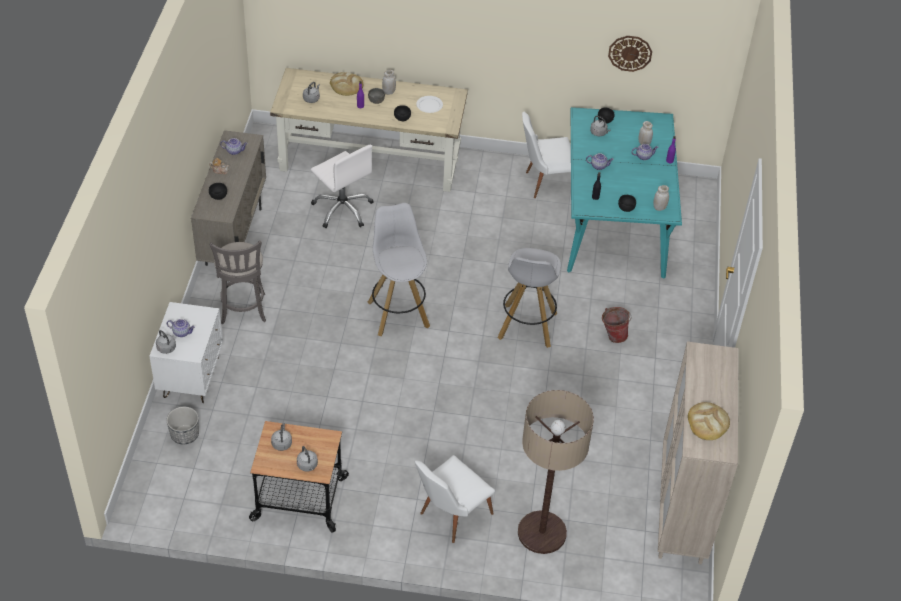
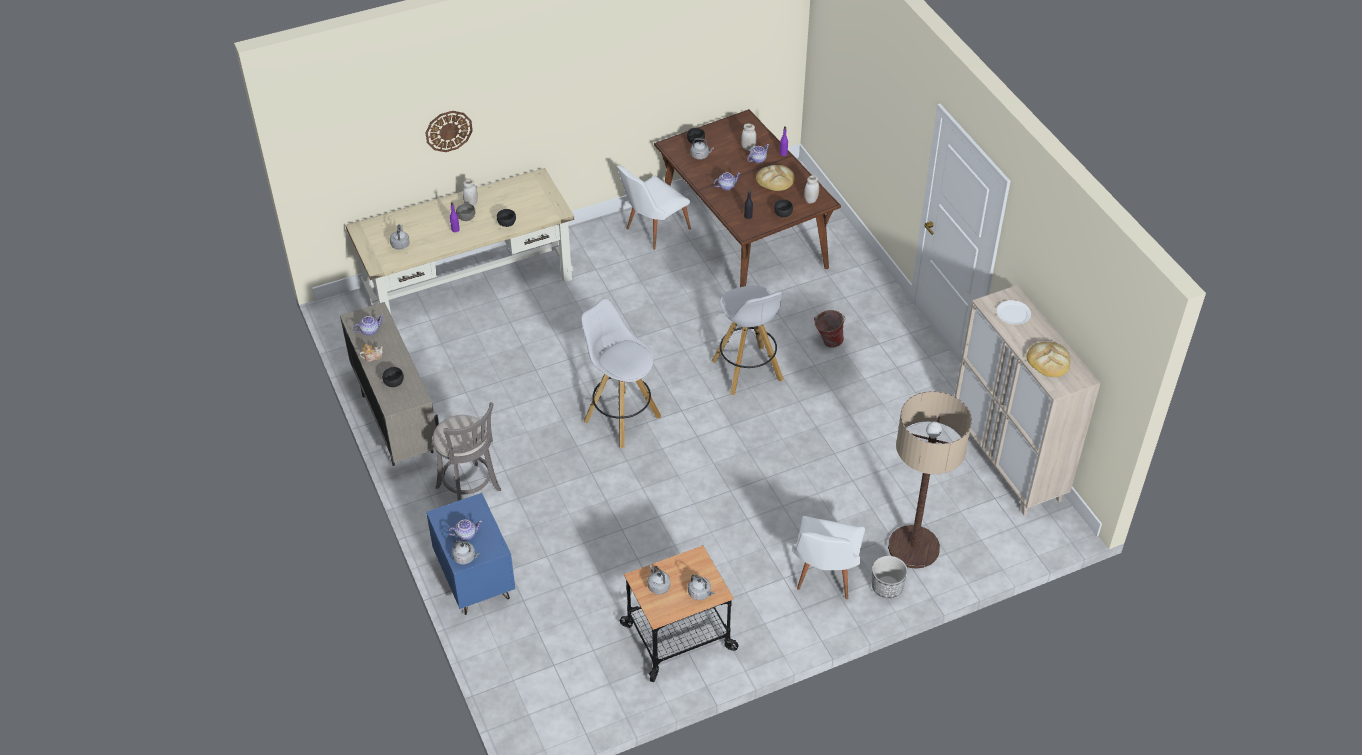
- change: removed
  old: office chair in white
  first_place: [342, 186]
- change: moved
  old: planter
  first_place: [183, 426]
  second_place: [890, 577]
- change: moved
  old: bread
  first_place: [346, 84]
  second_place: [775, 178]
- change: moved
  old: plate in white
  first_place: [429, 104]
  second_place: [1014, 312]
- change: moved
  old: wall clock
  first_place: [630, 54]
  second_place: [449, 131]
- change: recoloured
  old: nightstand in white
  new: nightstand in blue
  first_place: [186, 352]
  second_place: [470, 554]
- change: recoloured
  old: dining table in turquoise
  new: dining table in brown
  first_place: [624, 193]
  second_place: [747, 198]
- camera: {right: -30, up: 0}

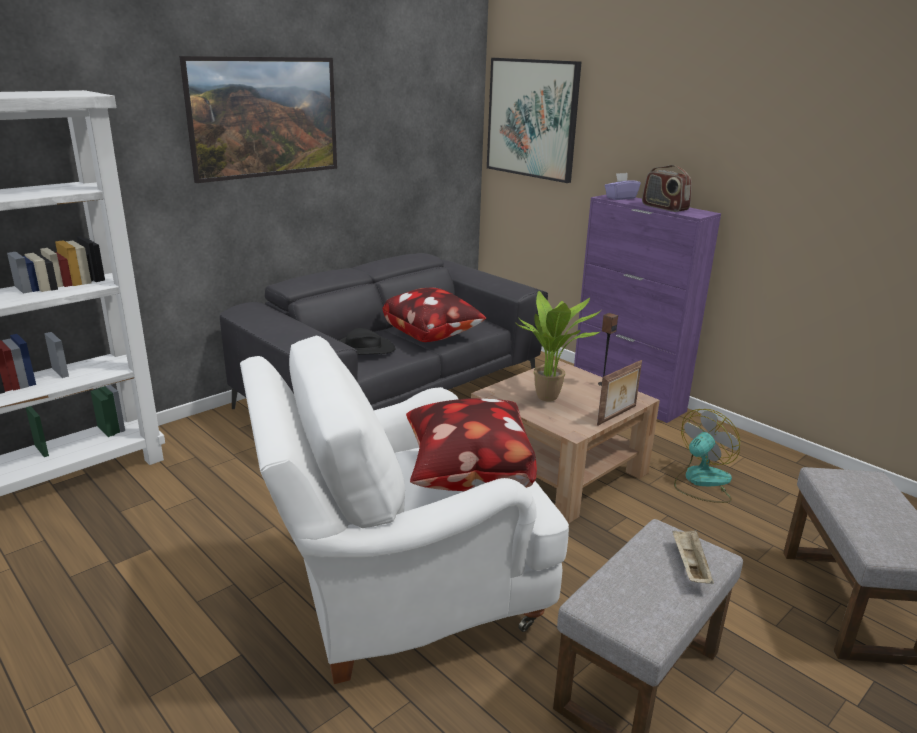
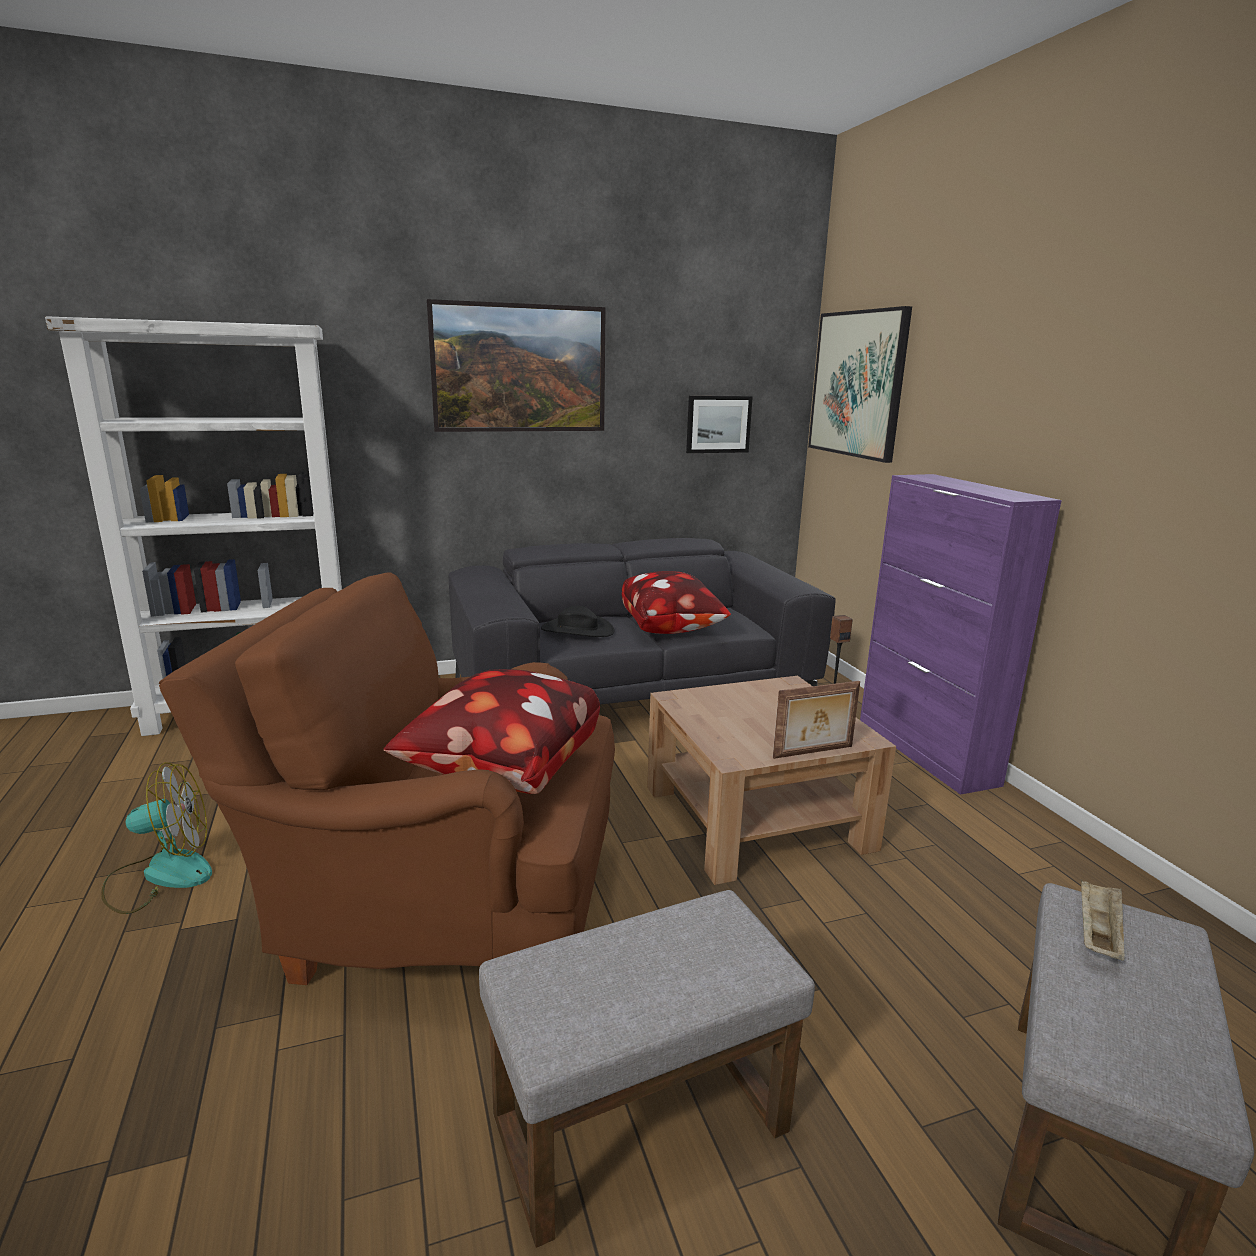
- change: removed
  old: potted plant
  first_place: [558, 346]
- change: removed
  old: tissue box in purple
  first_place: [623, 186]
- change: removed
  old: radio
  first_place: [667, 188]
- change: added
  new: picture
  second_place: [719, 424]
- change: moved
  old: tray in beige
  first_place: [693, 557]
  second_place: [1103, 920]
- change: moved
  old: fan
  first_place: [707, 456]
  second_place: [156, 838]
- change: recoloured
  old: armchair in white
  new: armchair in brown
  first_place: [404, 510]
  second_place: [386, 778]
- camera: {right: 25, up: -5}

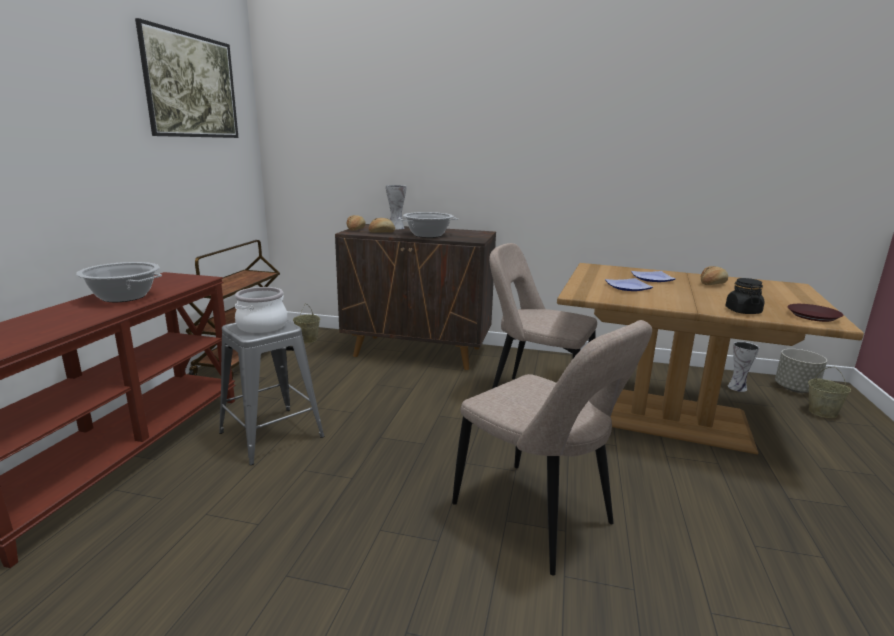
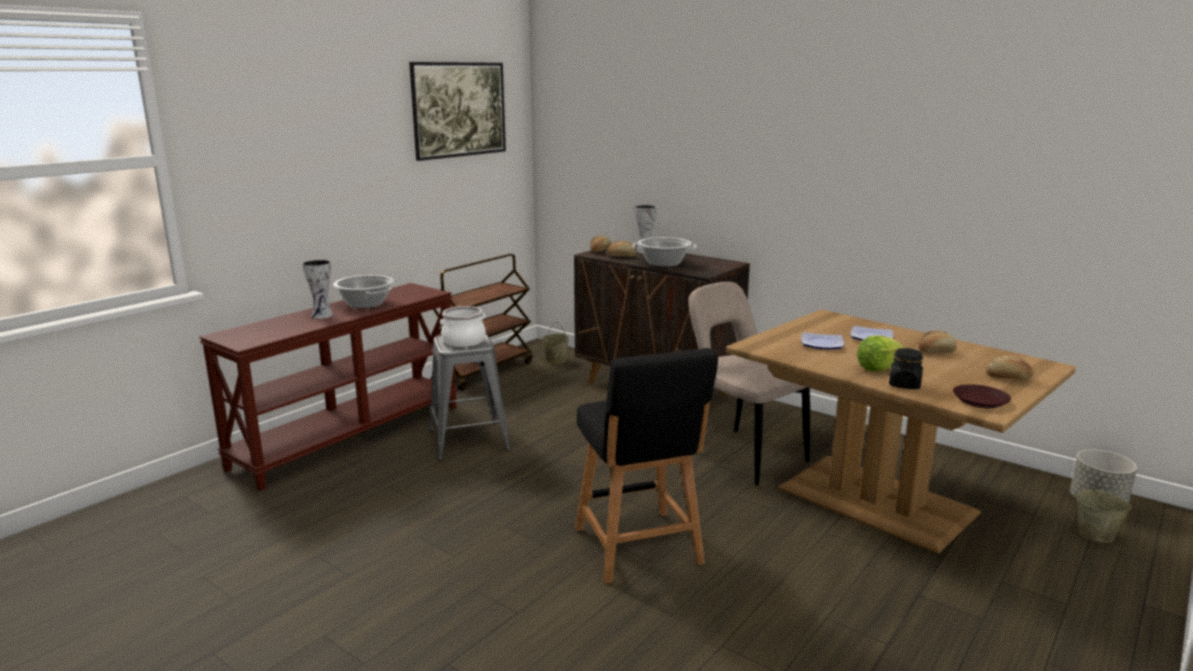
- change: added
  new: lettuce
  second_place: [880, 353]
- change: added
  new: bread
  second_place: [1010, 367]
- change: moved
  old: vase
  first_place: [743, 366]
  second_place: [318, 289]
- change: replaced
  old: chair in beige
  new: stool in black
  first_place: [552, 448]
  second_place: [646, 466]
- camera: {right: 25, up: 0}

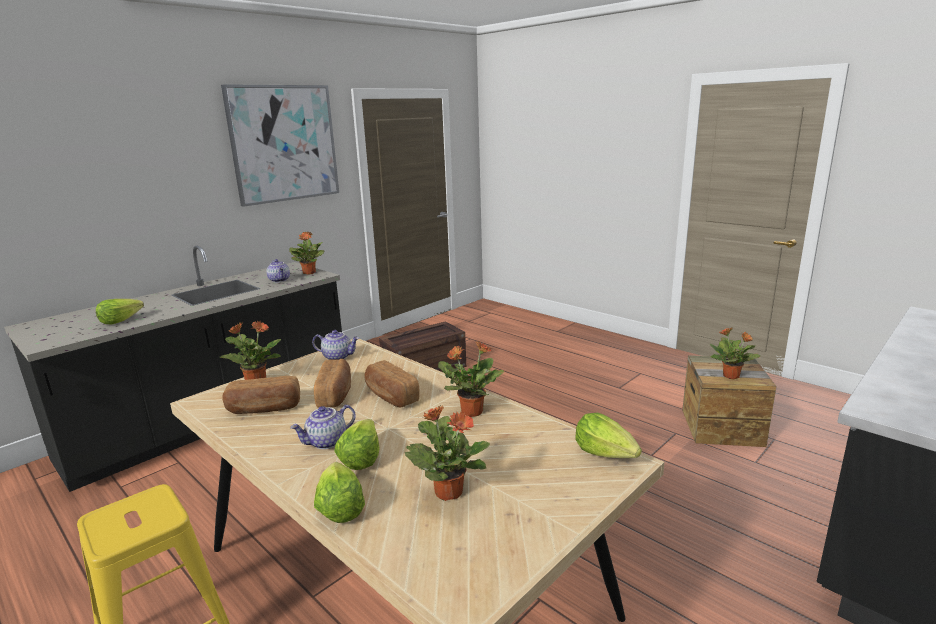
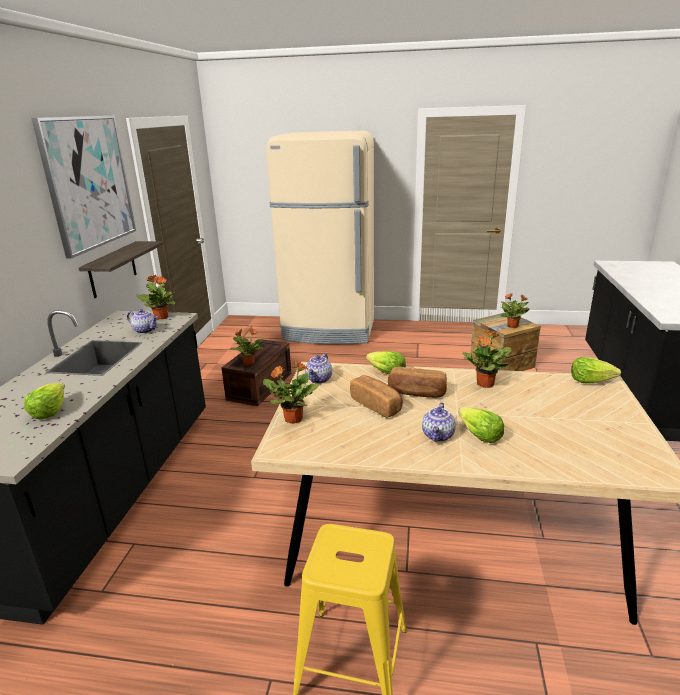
- change: removed
  old: bread
  first_place: [261, 395]
- change: added
  new: shelf
  second_place: [121, 269]
- change: added
  new: fridge in beige
  second_place: [320, 237]
- change: moved
  old: lettuce
  first_place: [339, 492]
  second_place: [386, 362]
- change: moved
  old: potted plant
  first_place: [447, 453]
  second_place: [246, 347]
- change: turned
  old: teapot
  first_place: [335, 345]
  second_place: [318, 368]
  degrees: 135
- camera: {right: -35, up: 5}

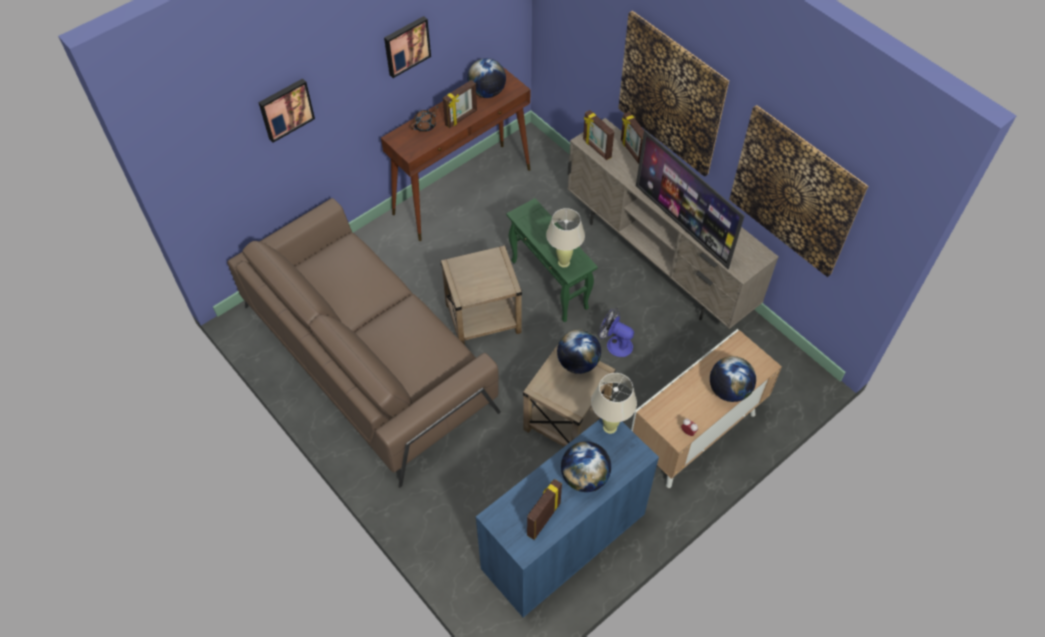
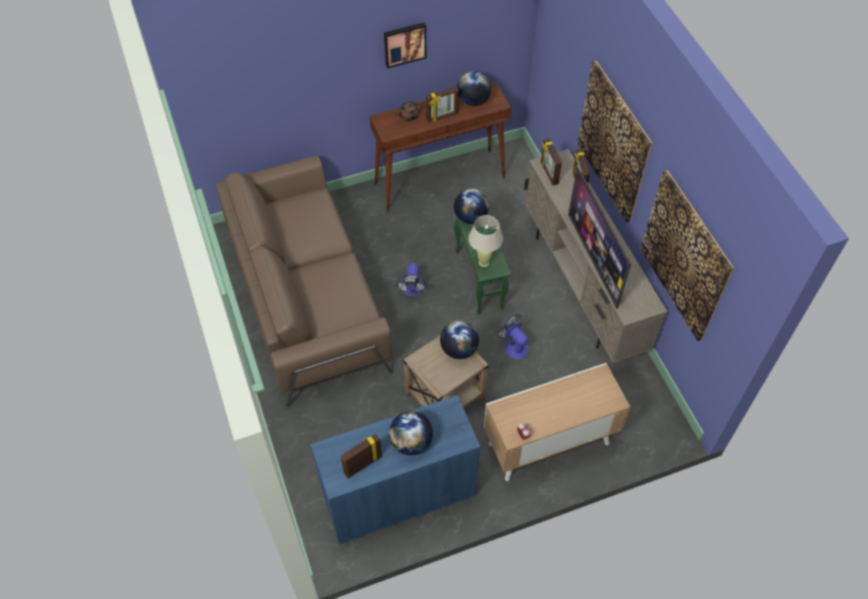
- change: removed
  old: picture
  first_place: [286, 110]
- change: removed
  old: table lamp in beige
  first_place: [614, 403]
- change: moved
  old: globe
  first_place: [733, 379]
  second_place: [471, 206]
- change: replaced
  old: side table in beige
  new: fan
  first_place: [481, 295]
  second_place: [411, 280]
- camera: {right: 20, up: 0}

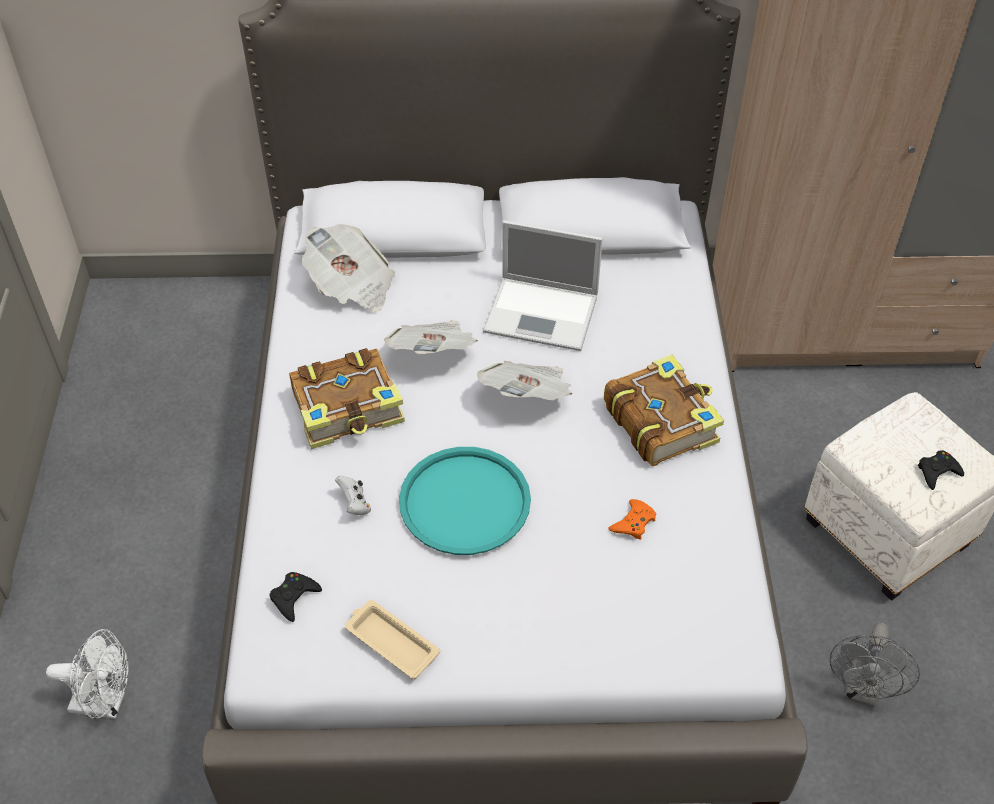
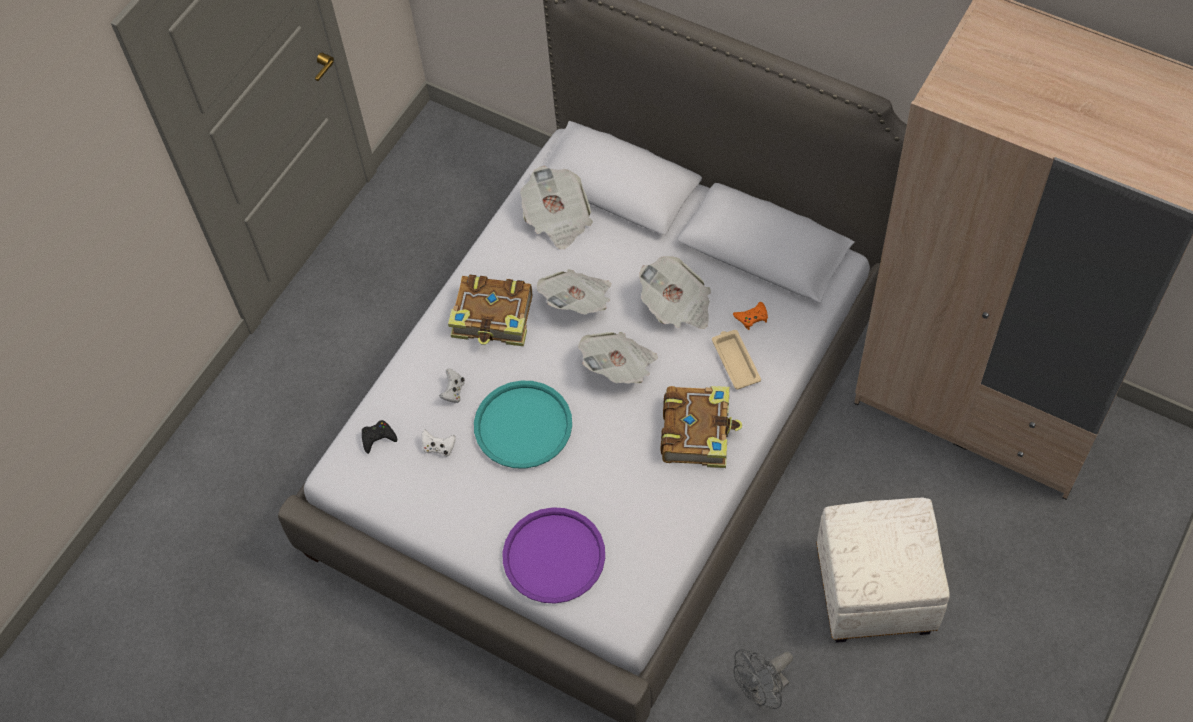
- change: removed
  old: fan in white
  first_place: [87, 674]
- change: removed
  old: game controller in black
  first_place: [941, 470]
- change: added
  new: game controller in white
  second_place: [439, 443]
- change: added
  new: tray in purple
  second_place: [554, 555]
- change: moved
  old: tray in beige
  first_place: [392, 639]
  second_place: [736, 360]
- change: moved
  old: game controller in orange
  first_place: [632, 519]
  second_place: [750, 316]
- change: replaced
  old: laptop
  new: newspaper
  first_place: [543, 285]
  second_place: [675, 292]
- camera: {right: 35, up: 10}

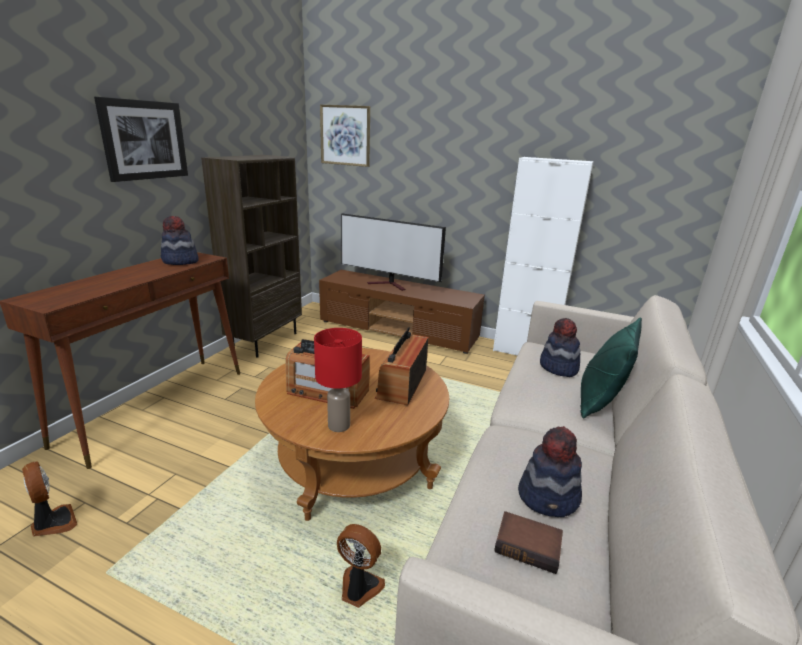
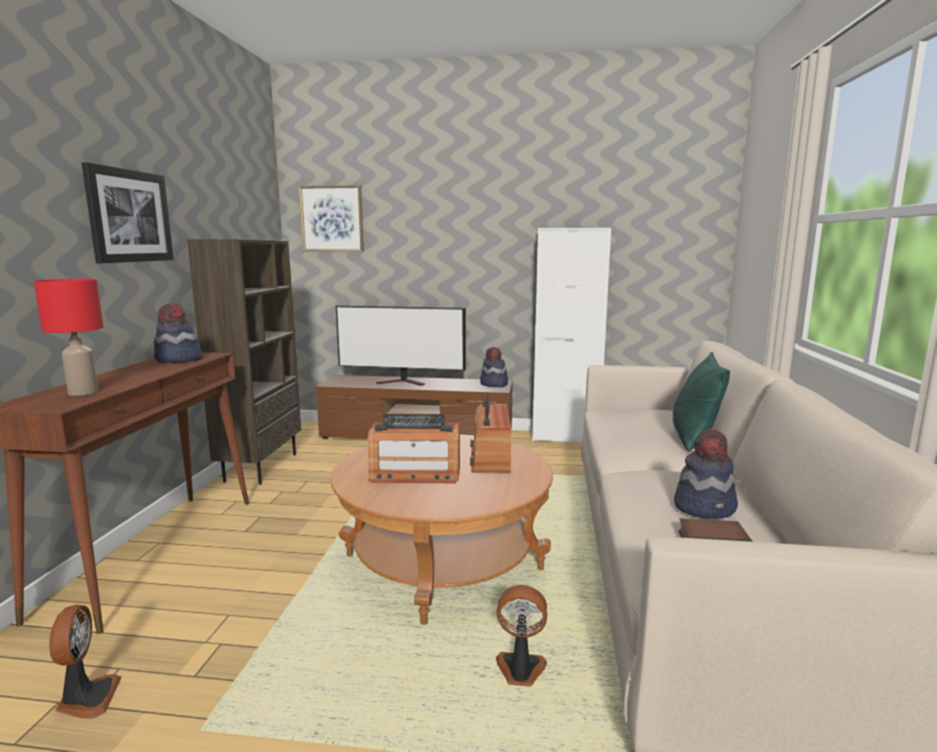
- change: moved
  old: table lamp in red
  first_place: [338, 380]
  second_place: [69, 337]
- change: moved
  old: hat
  first_place: [560, 347]
  second_place: [494, 367]
- change: turned
  old: fan
  first_place: [50, 498]
  second_place: [85, 662]
  degrees: 45
- camera: {right: -15, up: -10}

